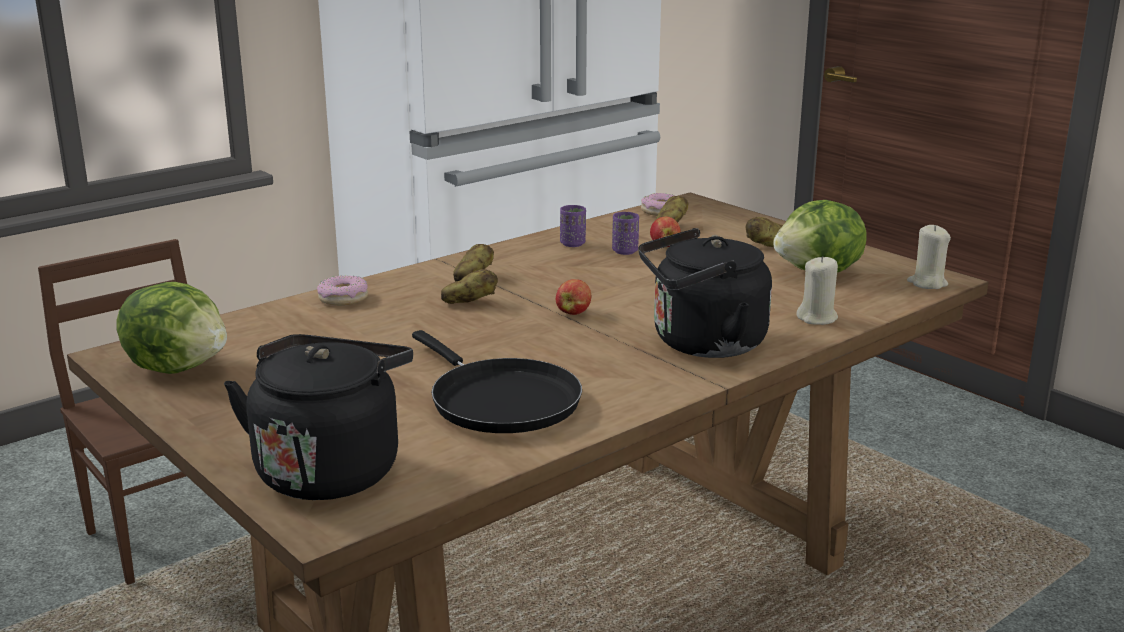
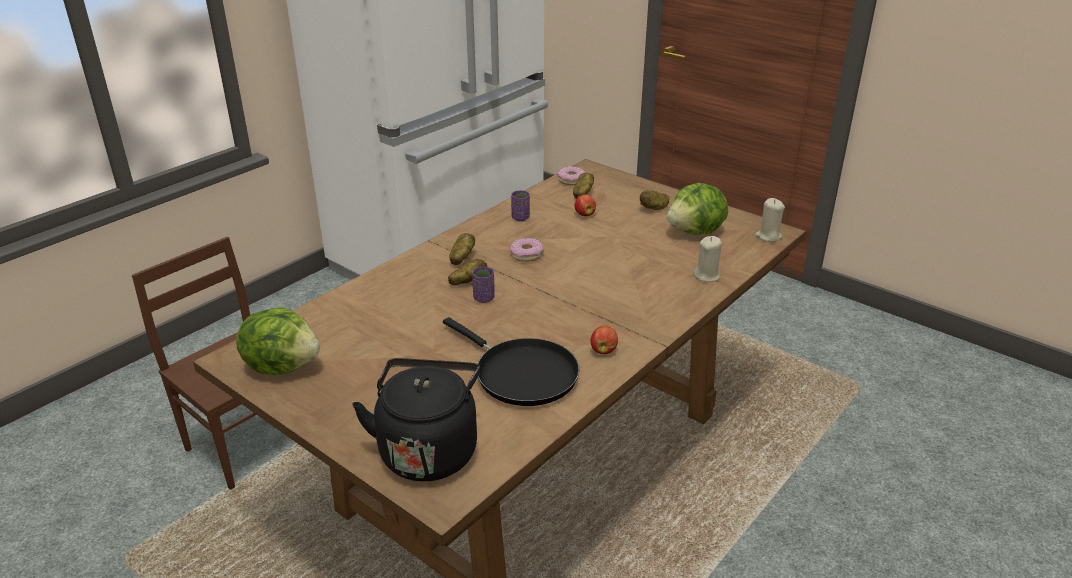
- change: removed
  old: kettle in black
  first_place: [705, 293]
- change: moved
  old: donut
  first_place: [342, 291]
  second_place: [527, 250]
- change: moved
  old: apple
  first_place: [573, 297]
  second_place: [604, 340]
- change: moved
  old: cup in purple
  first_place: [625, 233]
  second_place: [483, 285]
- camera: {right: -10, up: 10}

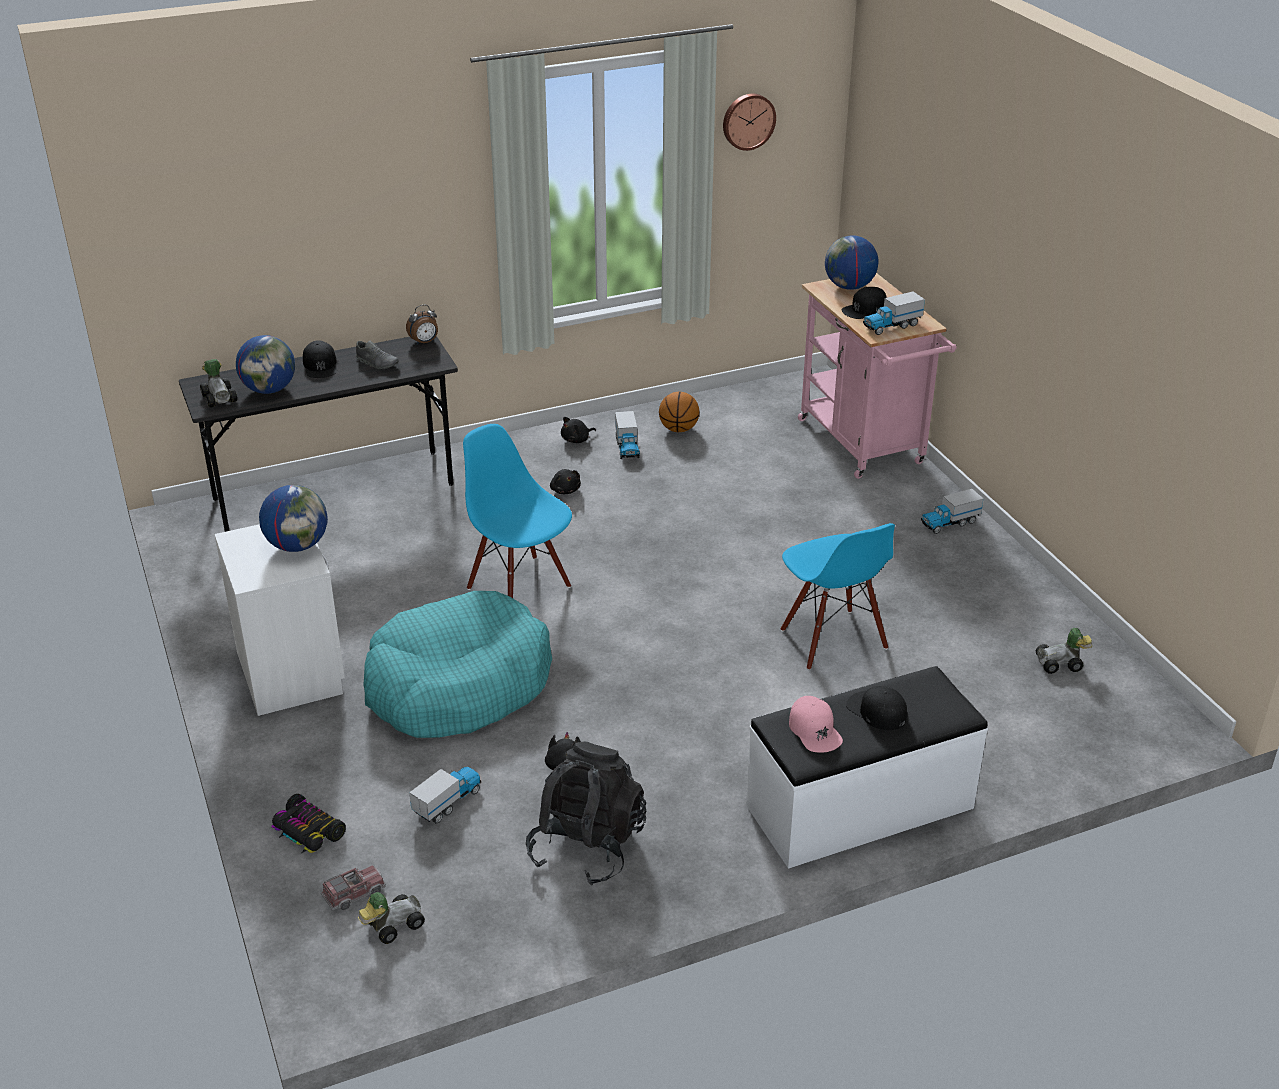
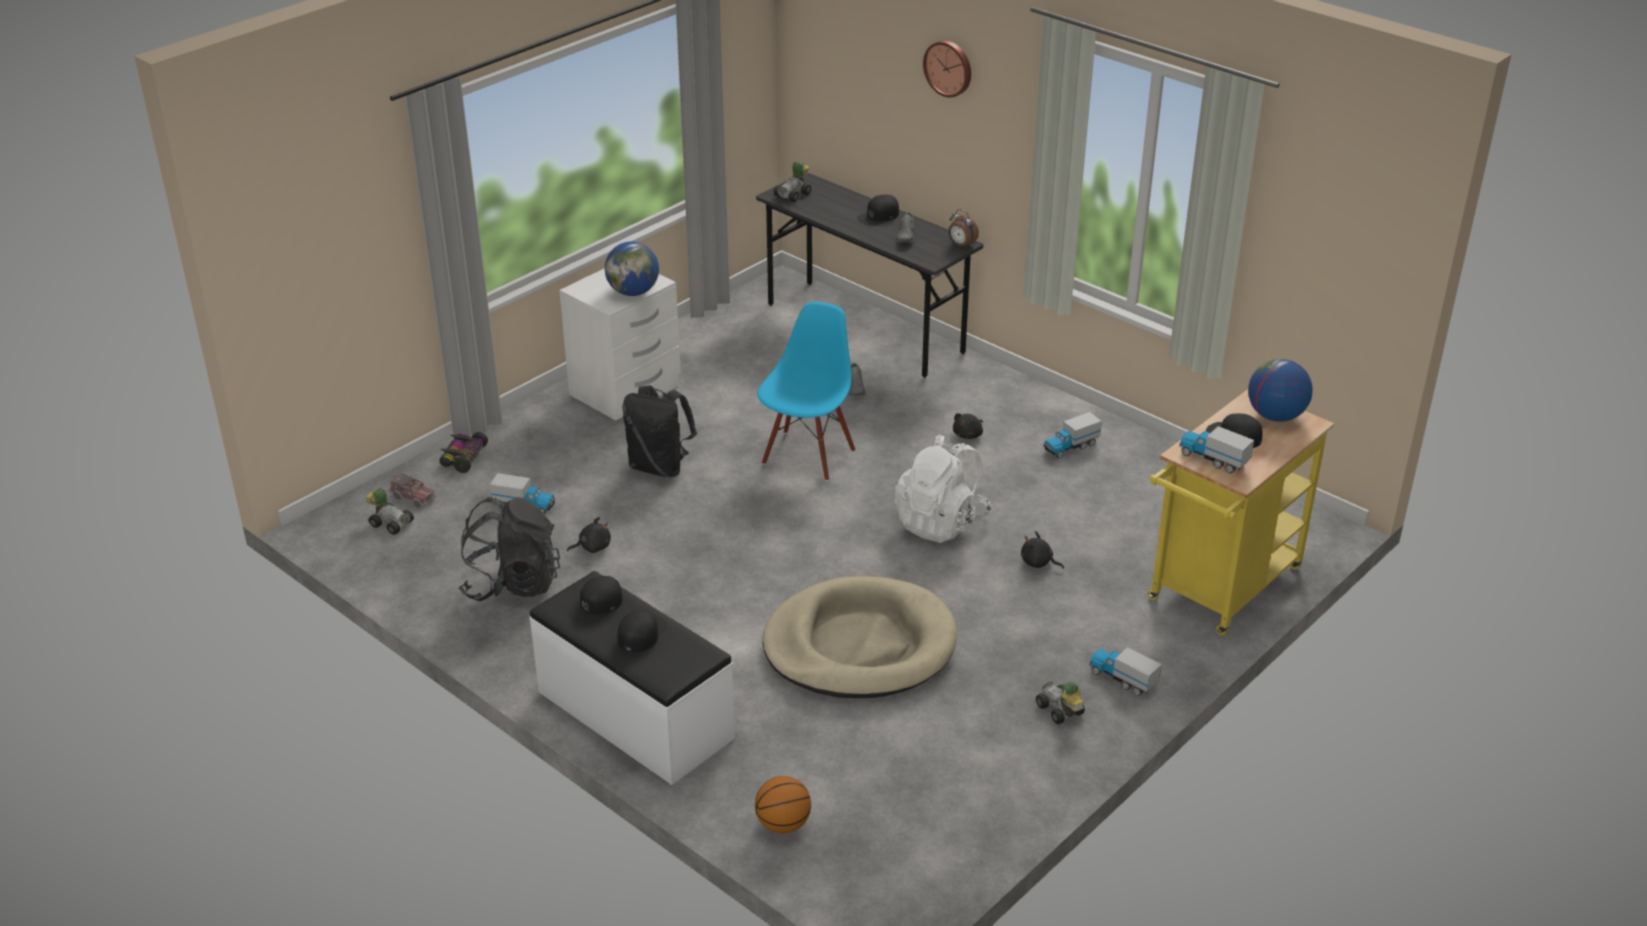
- change: removed
  old: globe
  first_place: [265, 364]
- change: added
  new: shoe in grey
  second_place: [856, 379]
- change: added
  new: backpack in white
  second_place: [943, 488]
- change: moved
  old: plush toy in black
  first_place: [578, 430]
  second_place: [1042, 550]
- change: moved
  old: basketball
  first_place: [679, 412]
  second_place: [783, 804]
- change: moved
  old: wall clock
  first_place: [749, 122]
  second_place: [947, 69]
- change: moved
  old: toy car
  first_place: [1064, 651]
  second_place: [1060, 703]
- change: replaced
  old: dog bed in turquoise
  new: backpack in black
  first_place: [457, 664]
  second_place: [659, 431]
- change: replaced
  old: chair in blue
  new: dog bed in beige
  first_place: [838, 596]
  second_place: [860, 637]
- change: recoloured
  old: cap in pink
  new: cap in black
  first_place: [816, 724]
  second_place: [595, 599]
- change: recoloured
  old: cart in pink
  new: cart in yellow
  first_place: [877, 376]
  second_place: [1241, 512]
- camera: {right: 65, up: 0}

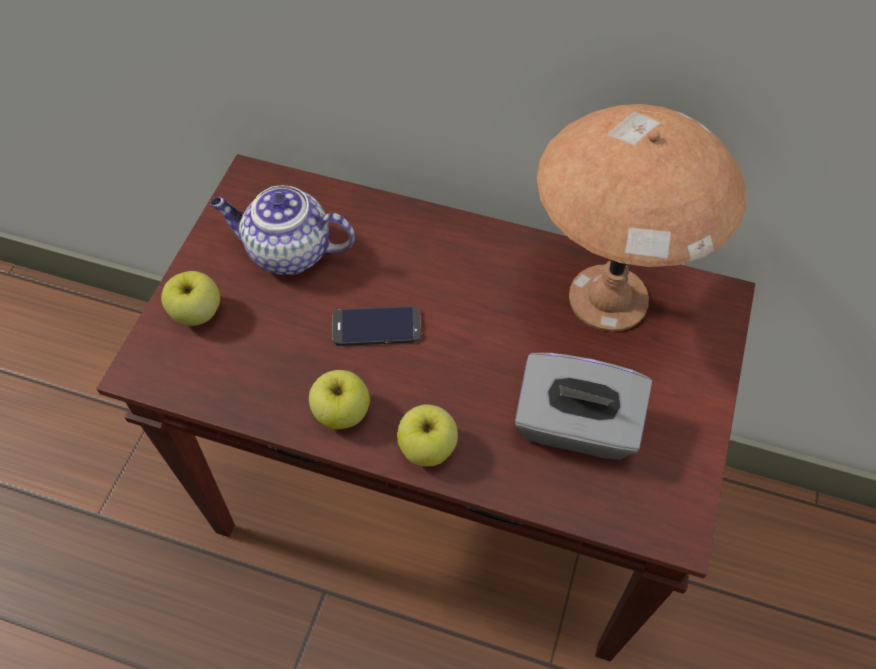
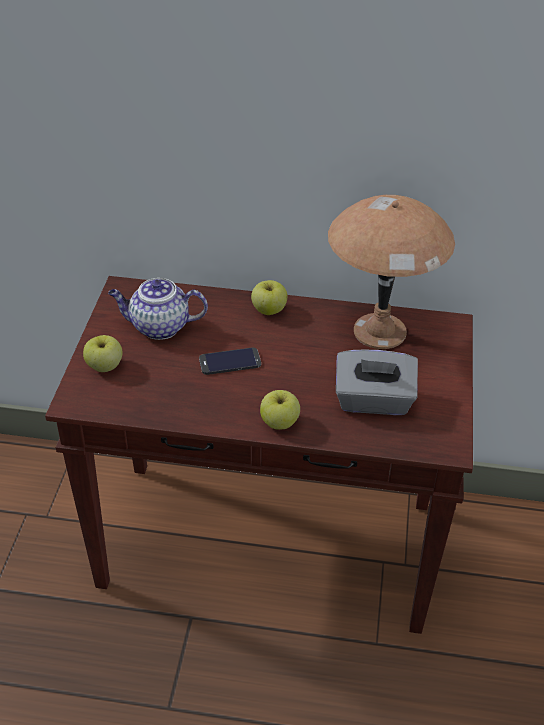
- change: moved
  old: apple
  first_place: [339, 399]
  second_place: [269, 297]
- camera: {right: -10, up: -15}

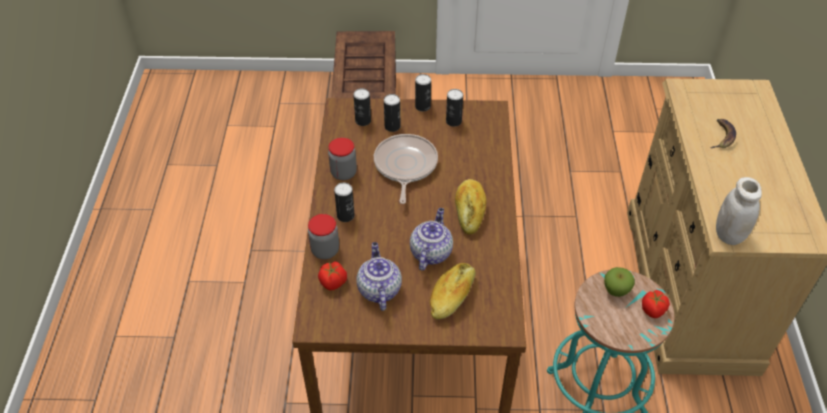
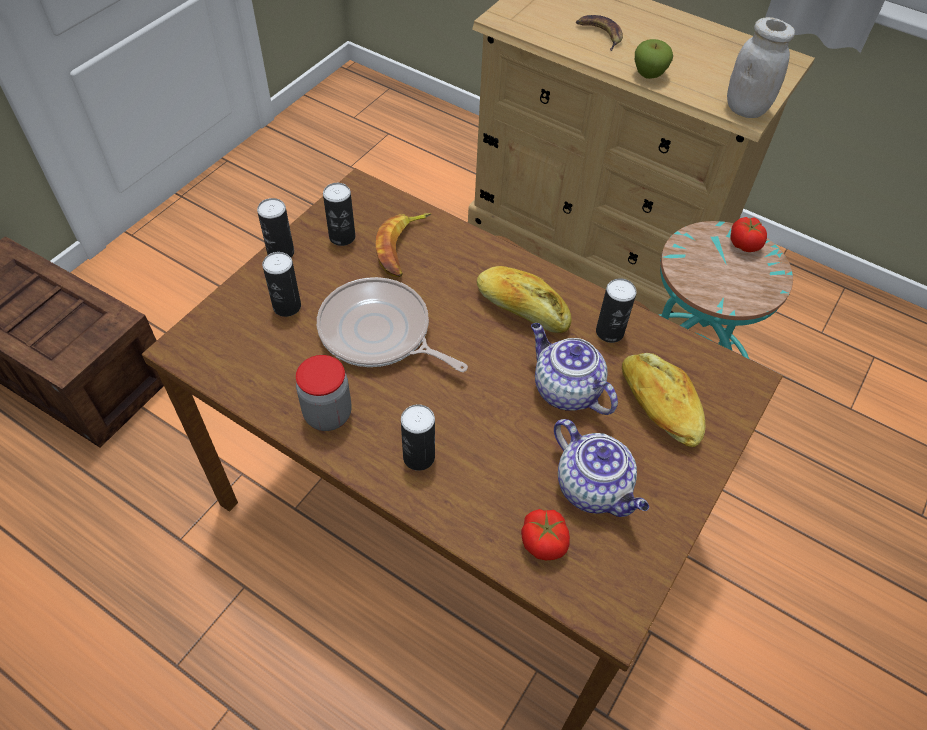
- change: removed
  old: jar
  first_place: [323, 236]
- change: added
  new: banana
  second_place: [403, 245]
- change: moved
  old: can
  first_place: [362, 107]
  second_place: [616, 310]
- change: moved
  old: apple
  first_place: [619, 282]
  second_place: [654, 59]
- change: turned
  old: teapot
  first_place: [379, 276]
  second_place: [601, 468]
  degrees: -150
- camera: {right: -60, up: 5}

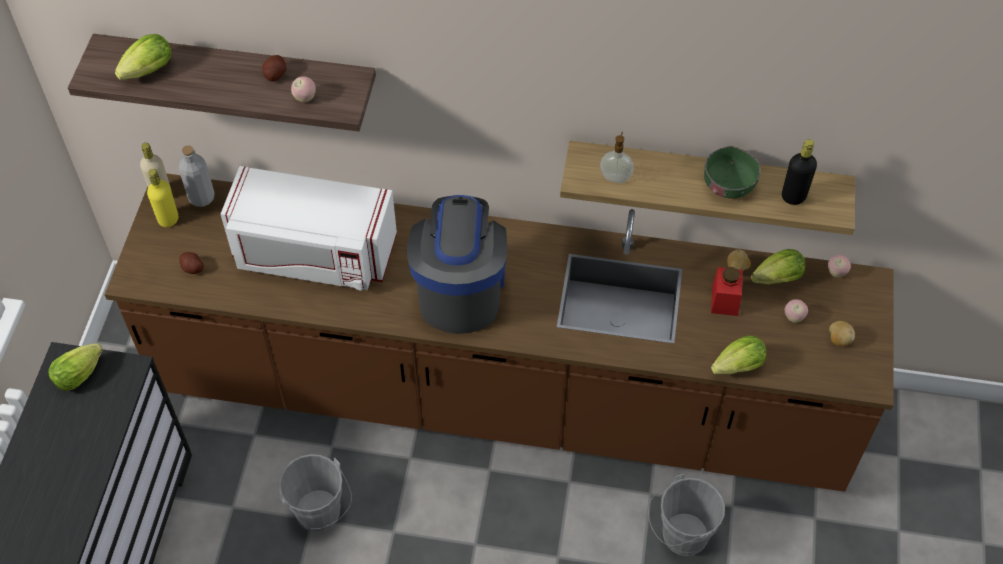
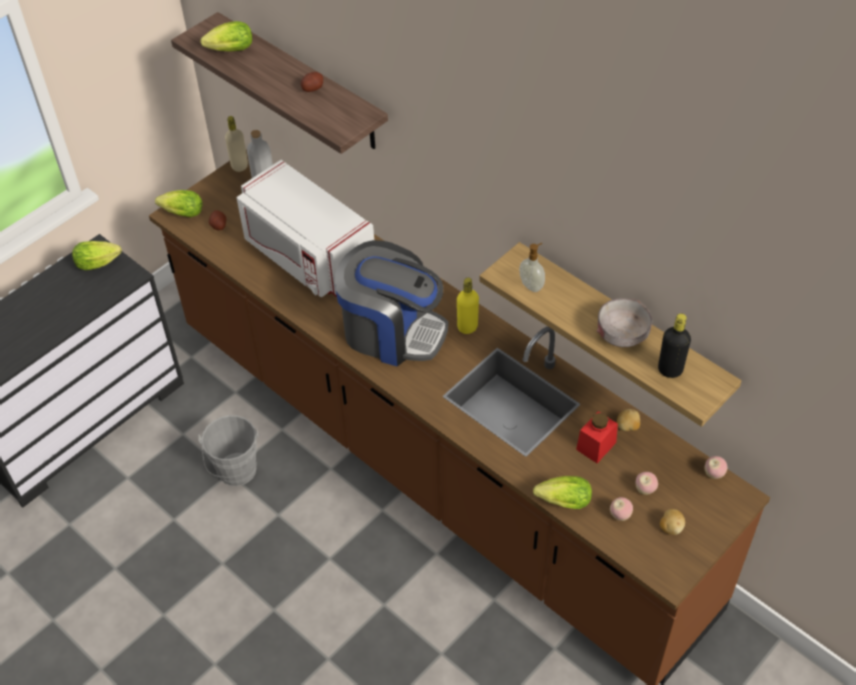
- change: removed
  old: bucket in grey
  first_place: [686, 515]
- change: moved
  old: bottle in yellow
  first_place: [162, 198]
  second_place: [468, 306]
- change: moved
  old: apple
  first_place: [303, 89]
  second_place: [621, 509]
- change: moved
  old: lettuce
  first_place: [778, 266]
  second_place: [179, 203]
- change: recoloured
  old: bowl in green
  new: bowl in grey
  first_place: [732, 172]
  second_place: [624, 322]
- change: turned
  old: coffee machine
  first_place: [457, 264]
  second_place: [391, 303]
  degrees: 75
- camera: {right: 35, up: -5}

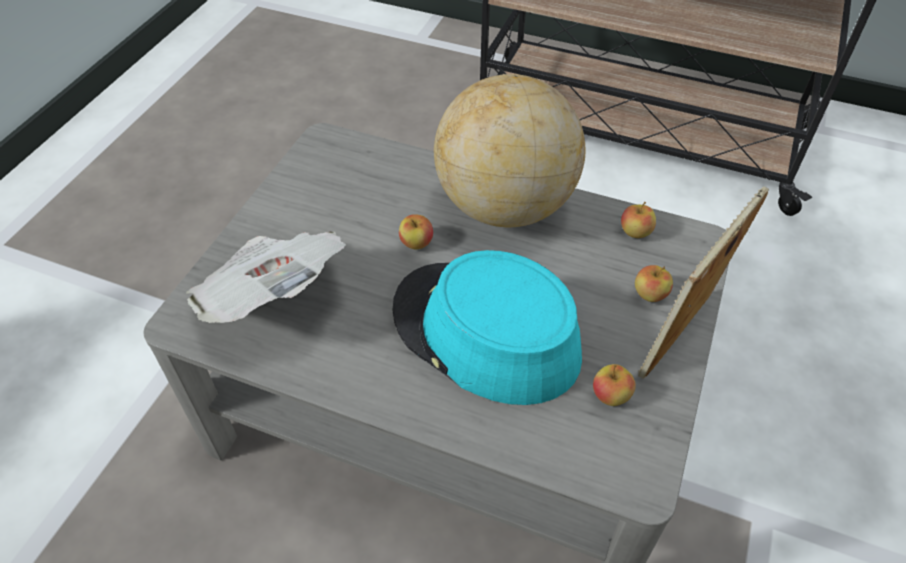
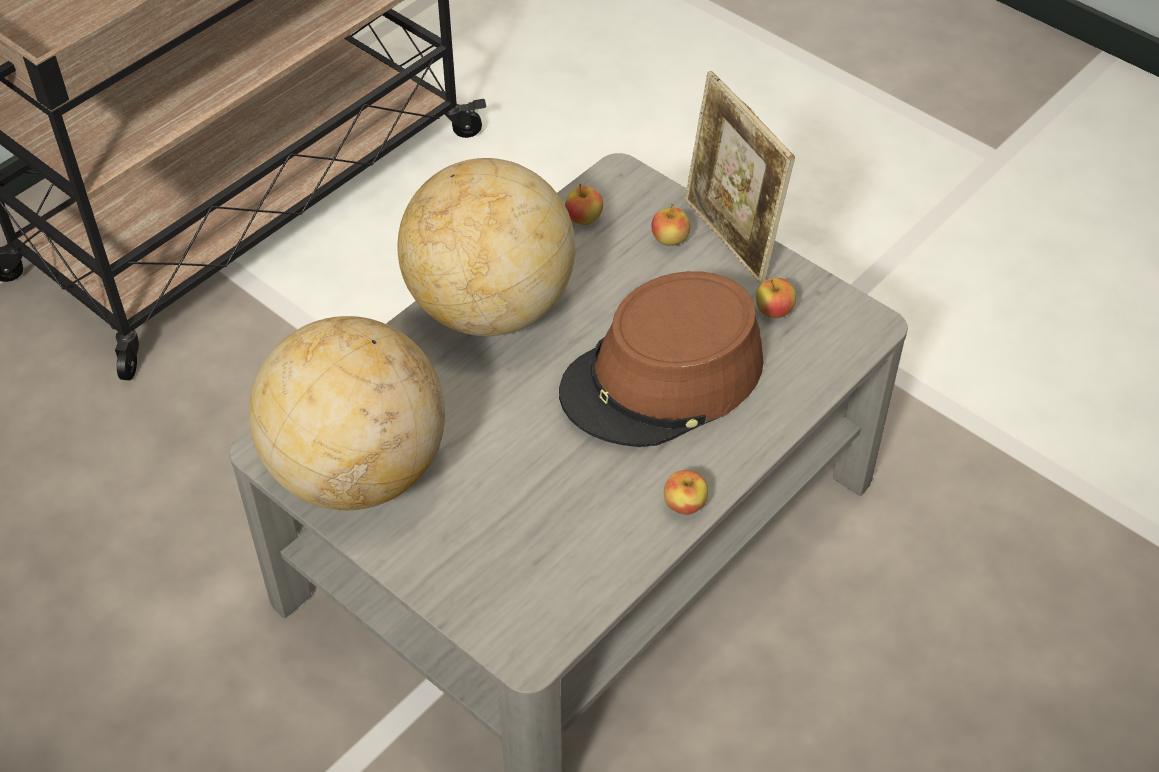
- change: removed
  old: newspaper
  first_place: [266, 277]
- change: added
  new: globe
  second_place: [347, 413]
- change: moved
  old: apple
  first_place: [416, 231]
  second_place: [686, 492]
- change: recoloured
  old: hat in turquoise
  new: hat in brown
  first_place: [487, 327]
  second_place: [661, 359]
- camera: {right: -70, up: 0}

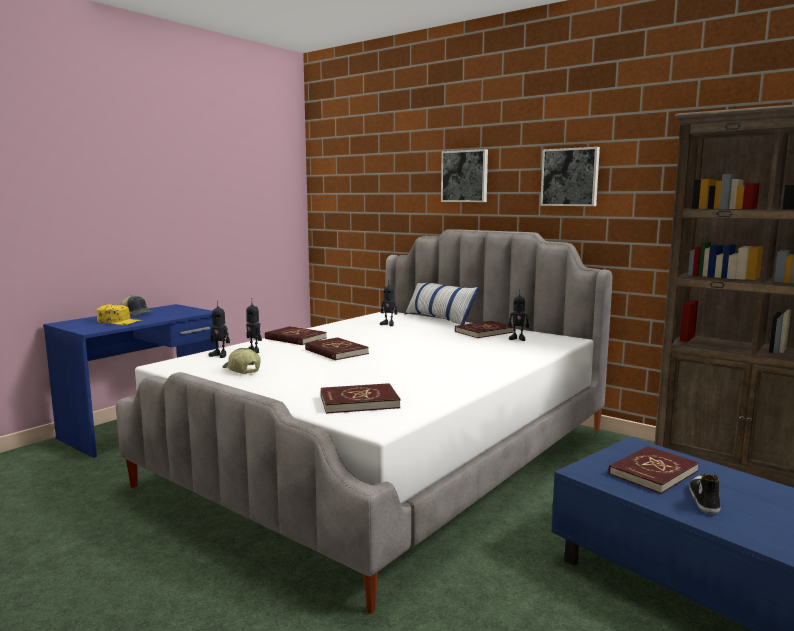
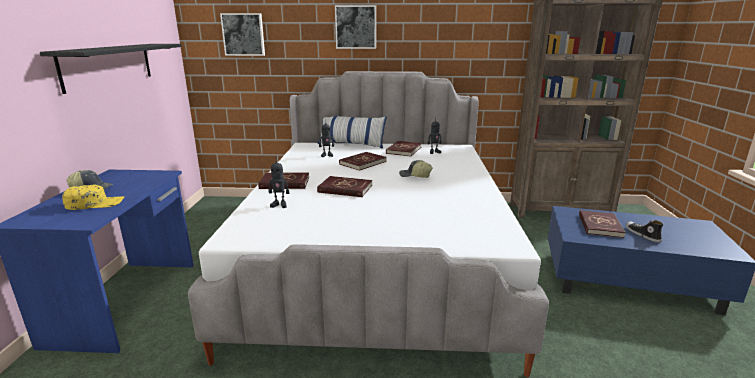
- change: removed
  old: toy robot
  first_place: [219, 329]
- change: added
  new: shelf in black
  second_place: [111, 69]
- change: moved
  old: cap
  first_place: [242, 361]
  second_place: [416, 169]
- change: moved
  old: book in red
  first_place: [361, 398]
  second_place: [363, 161]
- change: moved
  old: picture
  first_place: [570, 176]
  second_place: [242, 34]
- camera: {right: -35, up: 10}

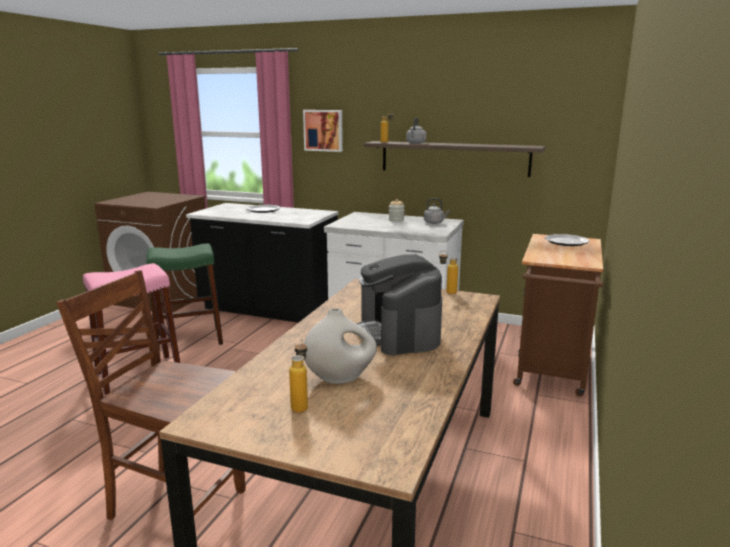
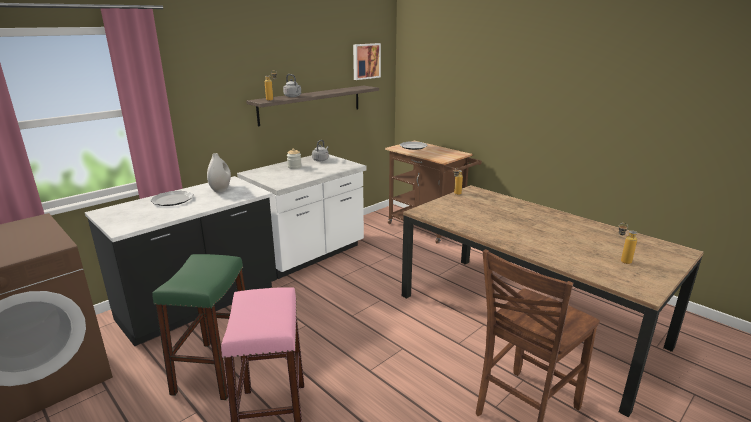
- change: removed
  old: coffee machine
  first_place: [399, 304]
- change: moved
  old: picture
  first_place: [323, 131]
  second_place: [367, 61]
- change: moved
  old: vase in white
  first_place: [340, 346]
  second_place: [219, 173]
- camera: {right: -65, up: 5}

